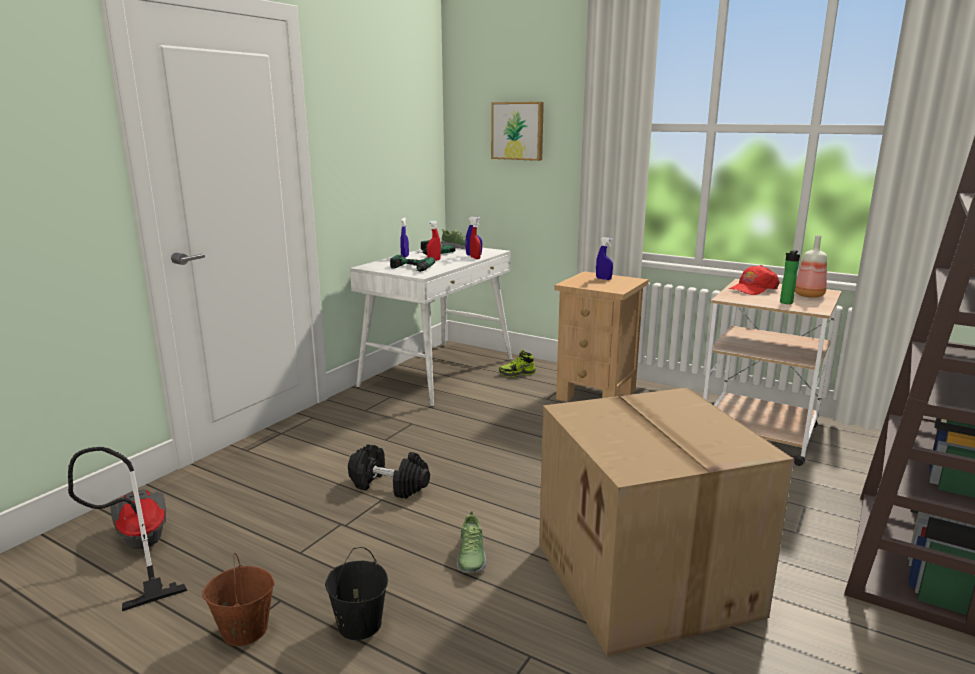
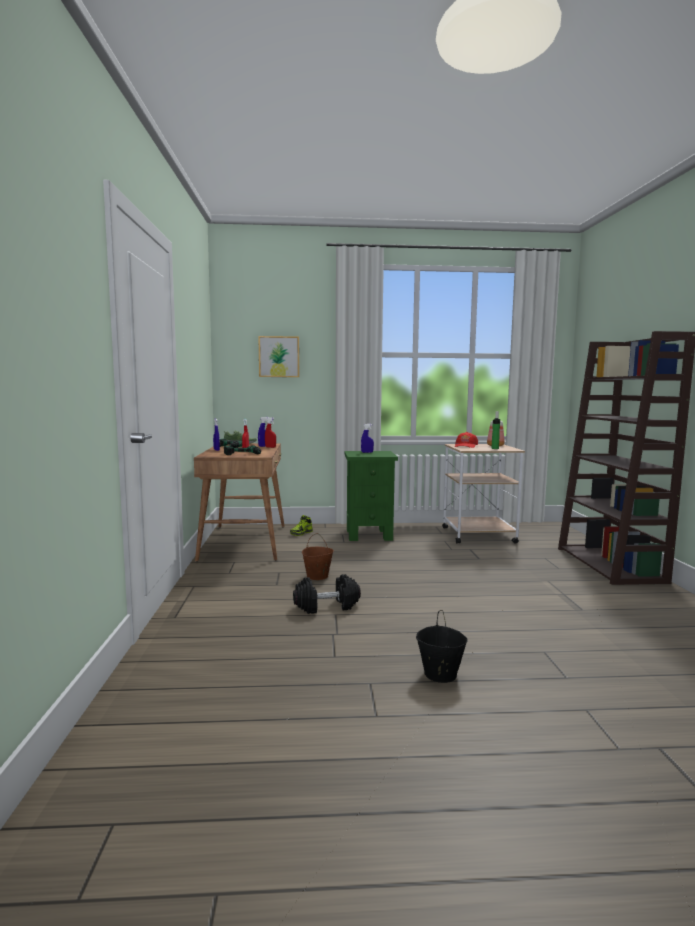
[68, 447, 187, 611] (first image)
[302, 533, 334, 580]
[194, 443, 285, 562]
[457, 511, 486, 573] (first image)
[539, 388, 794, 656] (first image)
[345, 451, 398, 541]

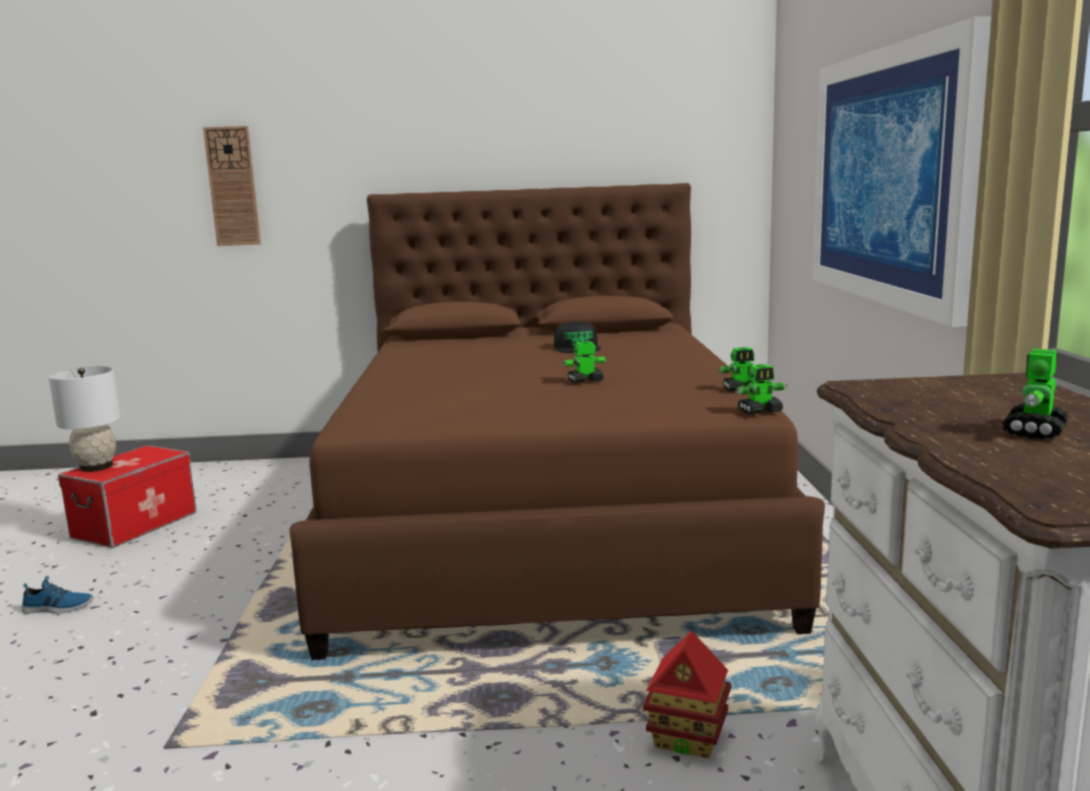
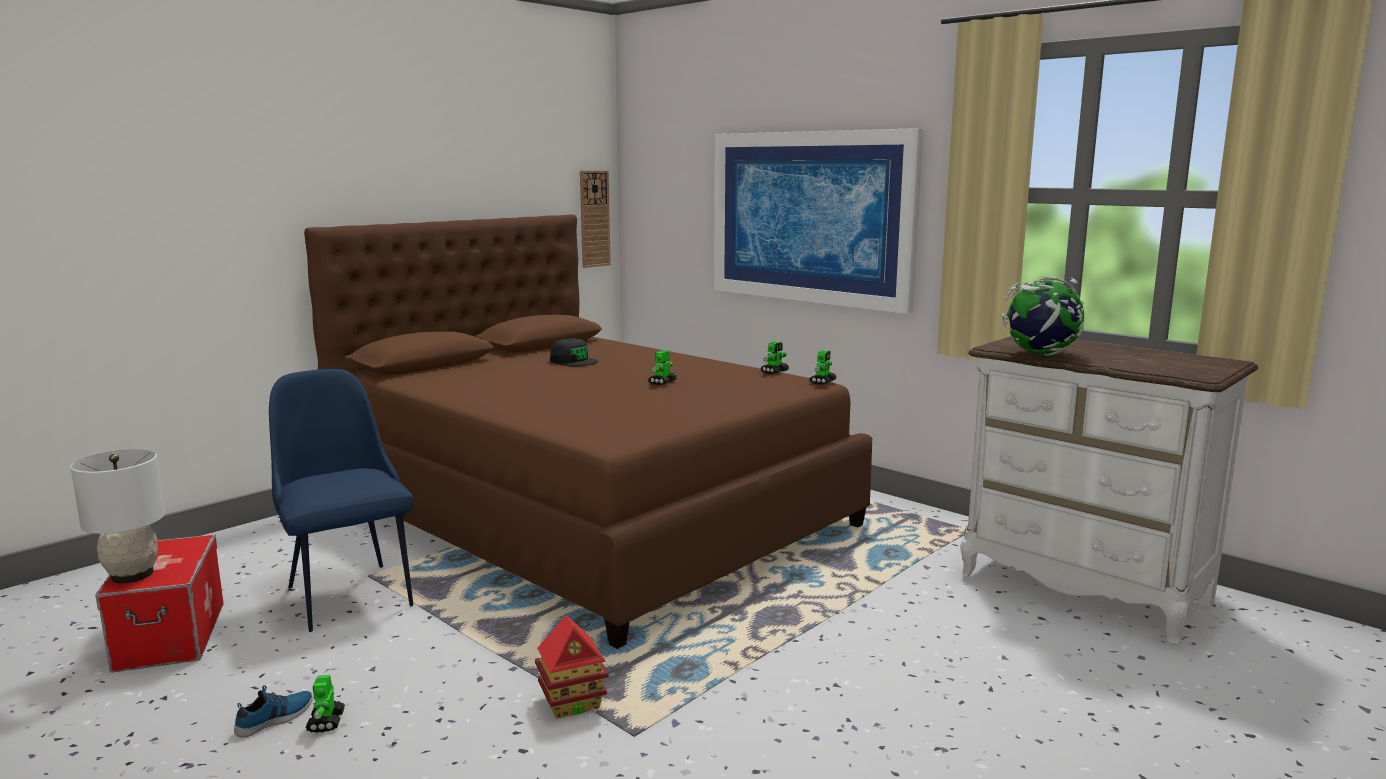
[580, 171, 611, 268]
[535, 615, 609, 719]
[305, 675, 345, 733]
[269, 369, 414, 632]
[1002, 277, 1085, 356]

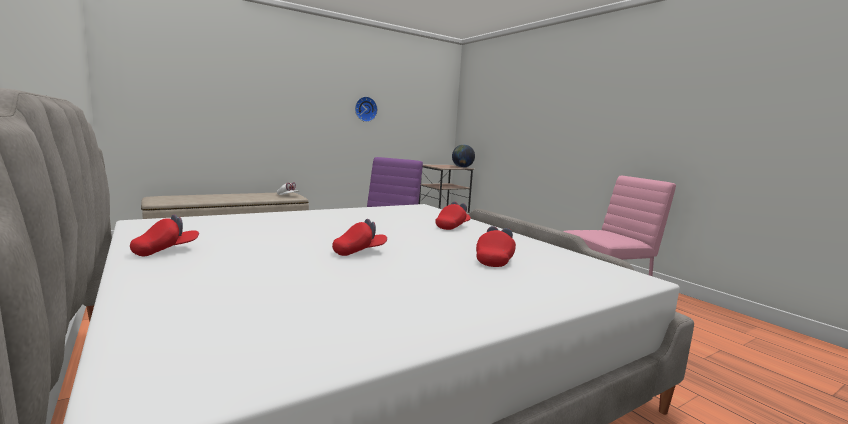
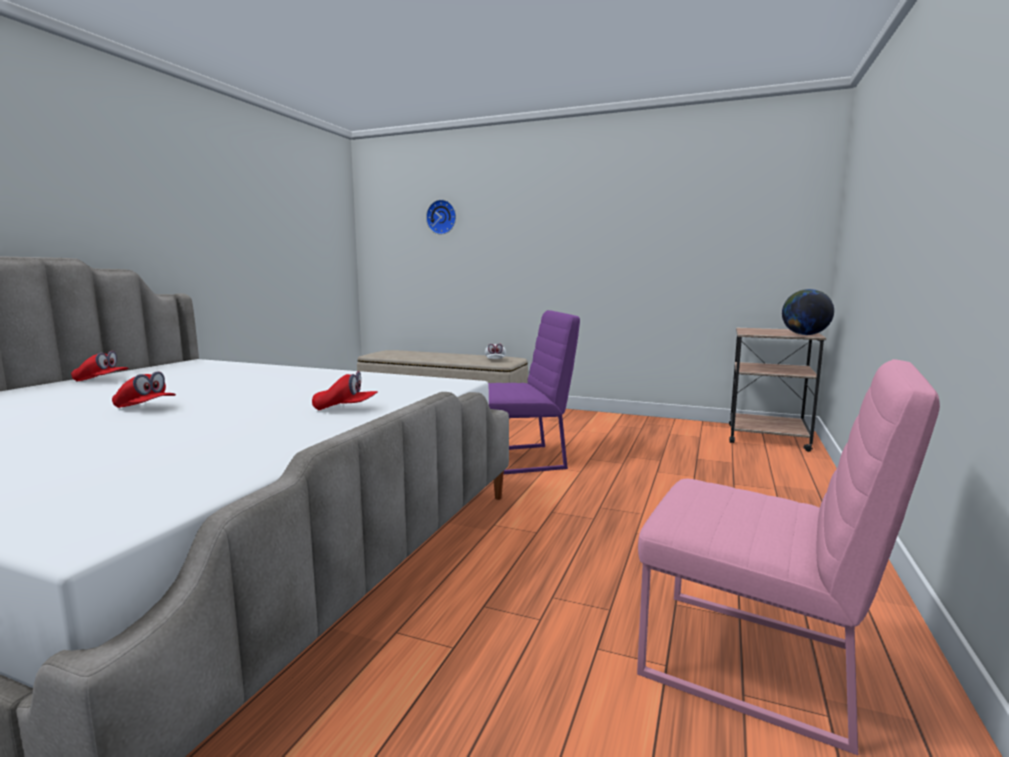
[426, 200, 456, 235]
[476, 226, 516, 267] (first image)

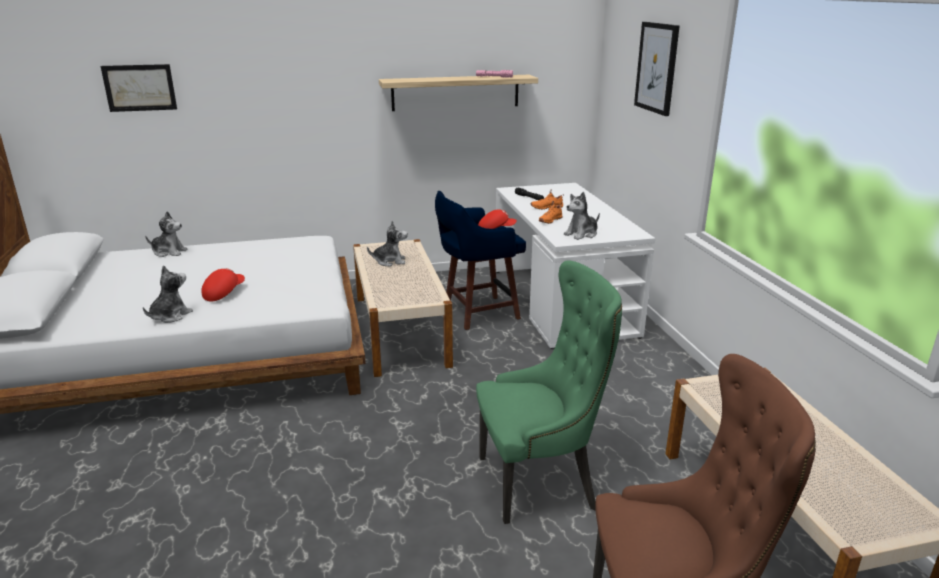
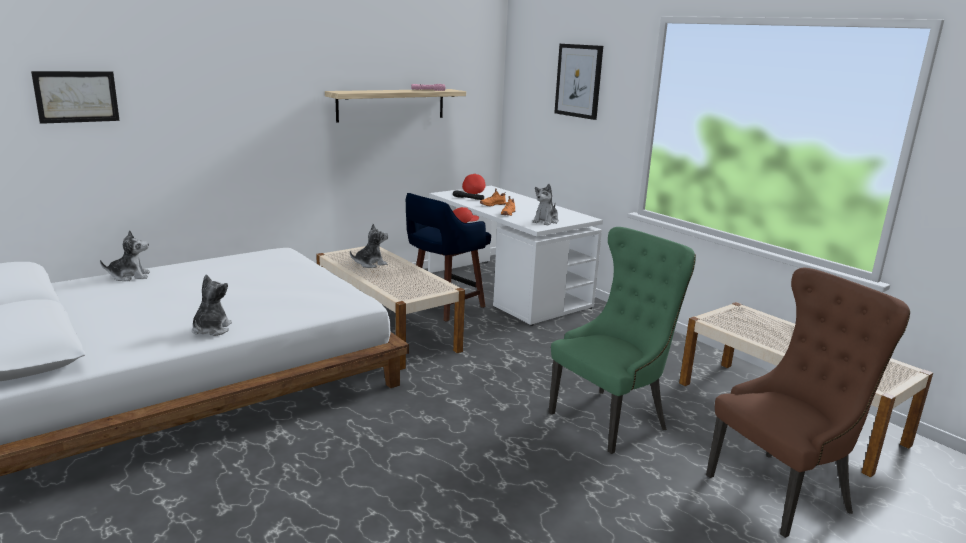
[462, 174, 486, 194]

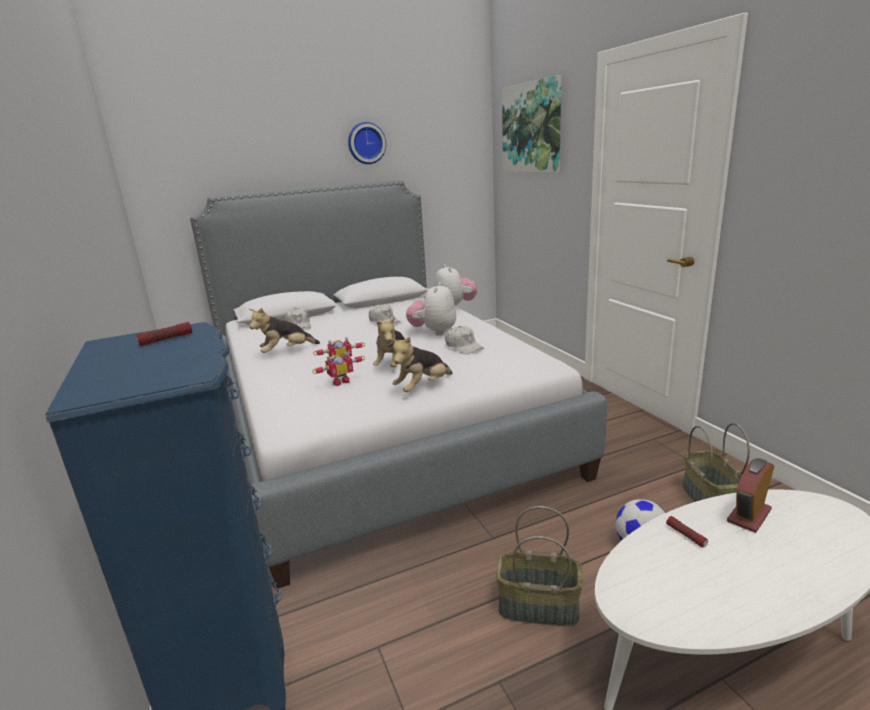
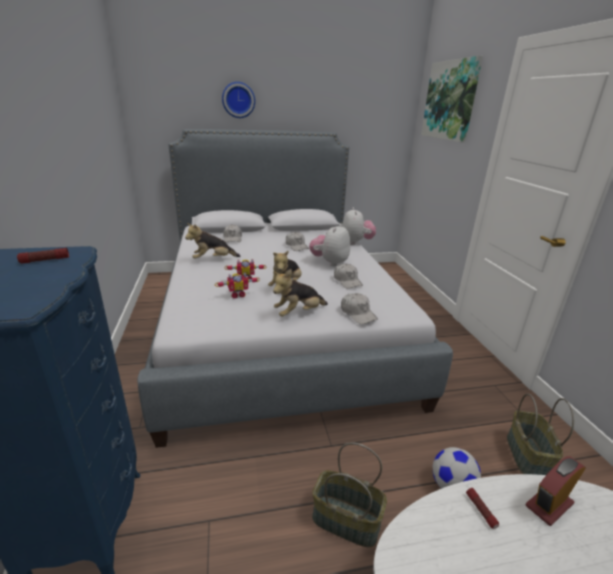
[222, 82, 255, 118]
[341, 293, 378, 324]

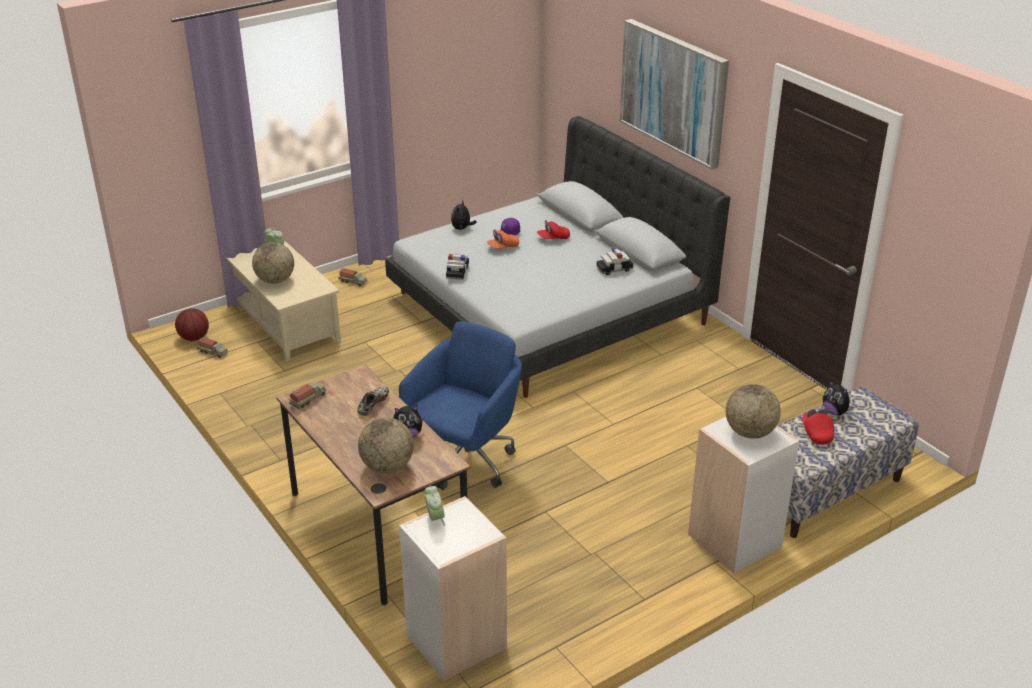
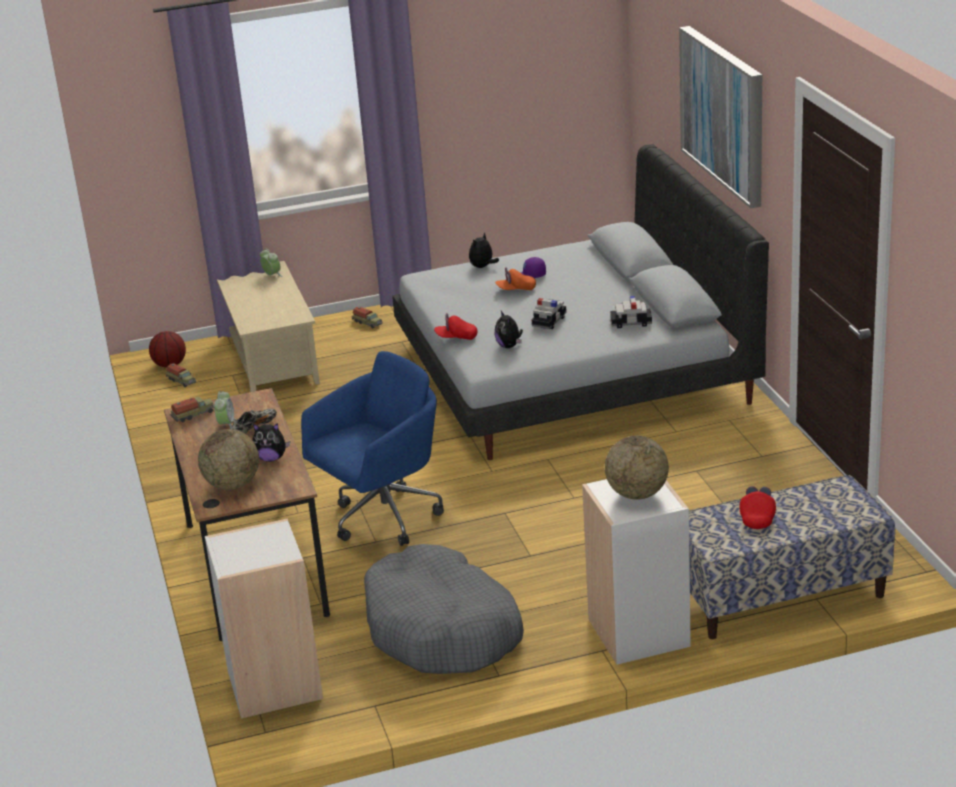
[252, 242, 294, 284] (first image)
[214, 391, 236, 429]
[532, 298, 567, 329]
[434, 313, 478, 340]
[494, 311, 523, 348]
[364, 544, 524, 674]

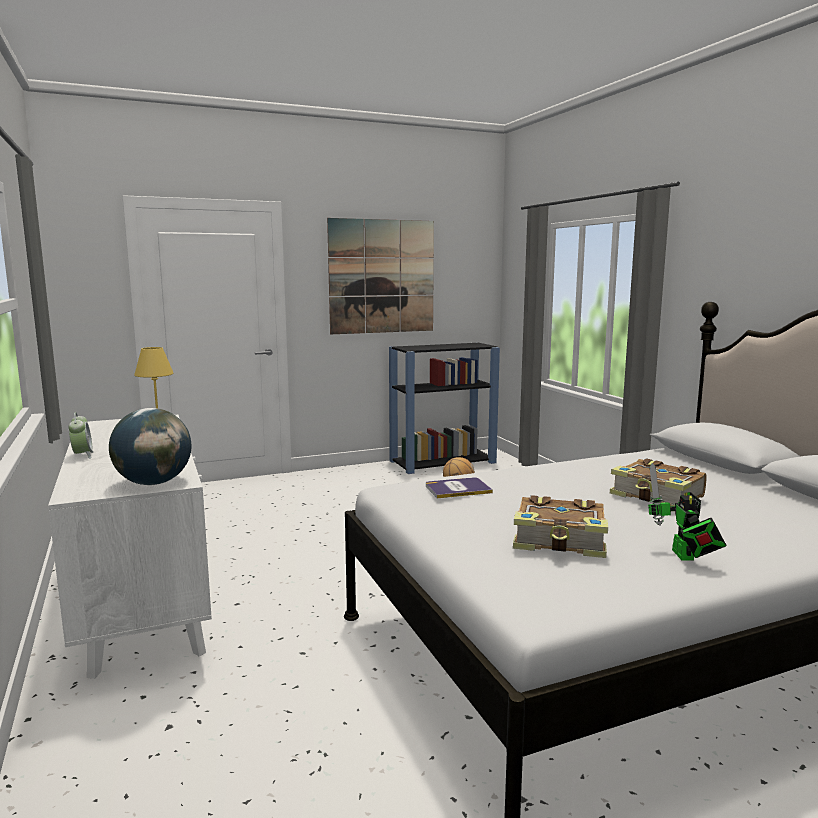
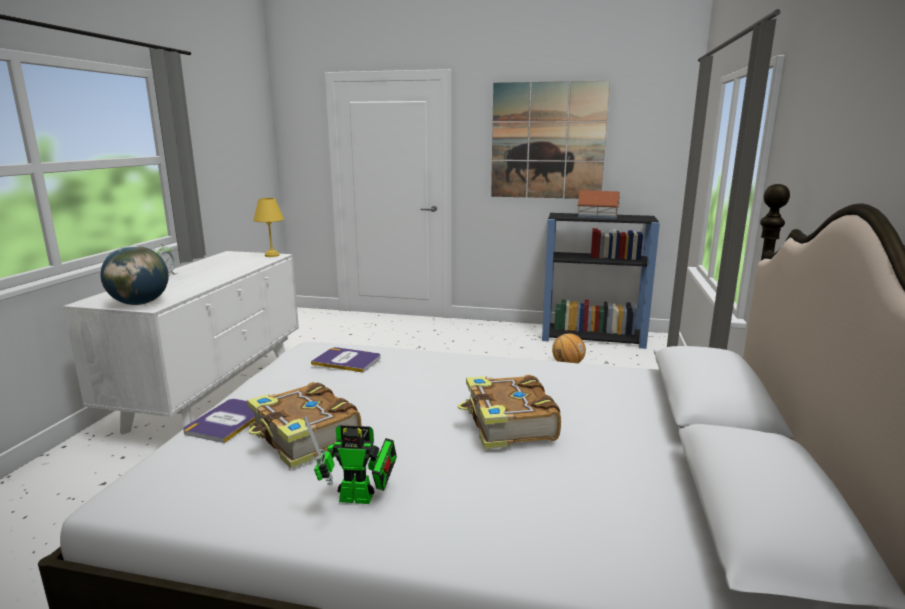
[304, 416, 397, 504]
[183, 399, 255, 443]
[577, 190, 620, 219]

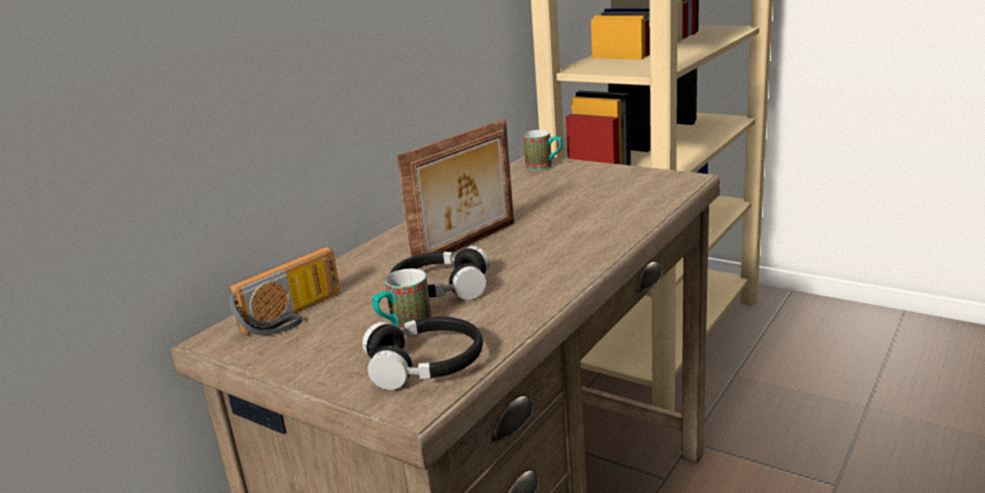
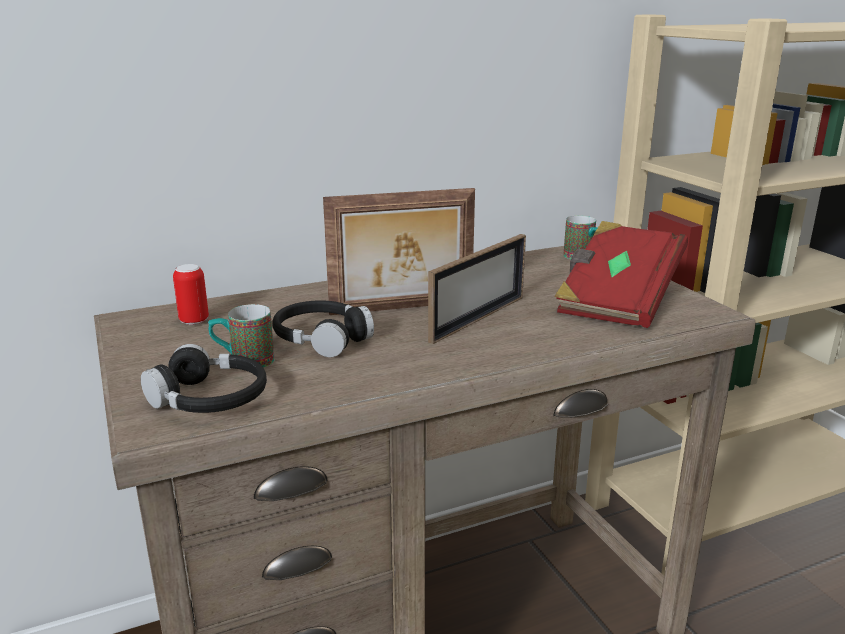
[173, 264, 209, 325]
[428, 234, 526, 344]
[554, 221, 688, 328]

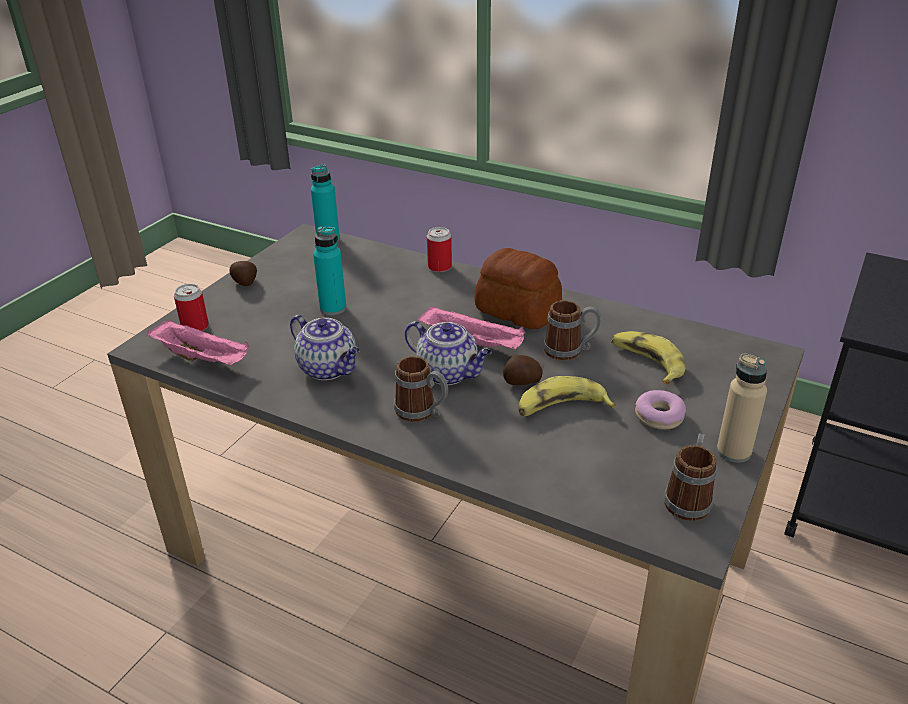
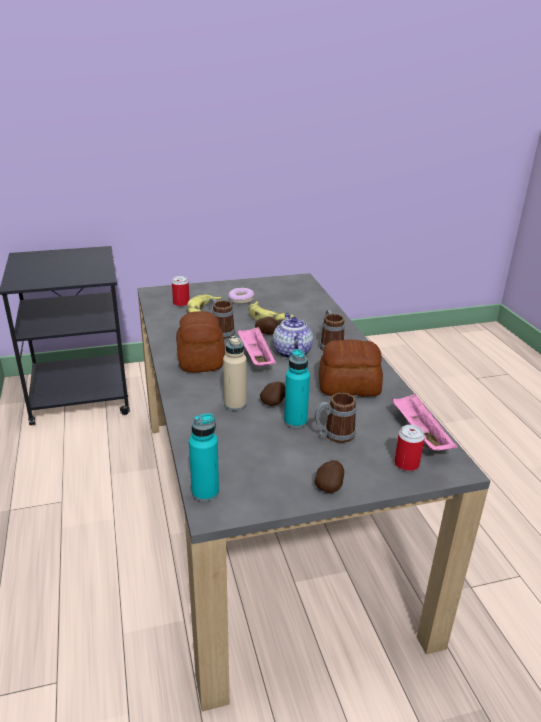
[319, 339, 383, 397]
[172, 276, 190, 307]
[315, 393, 356, 443]
[223, 336, 247, 411]
[260, 382, 285, 406]

